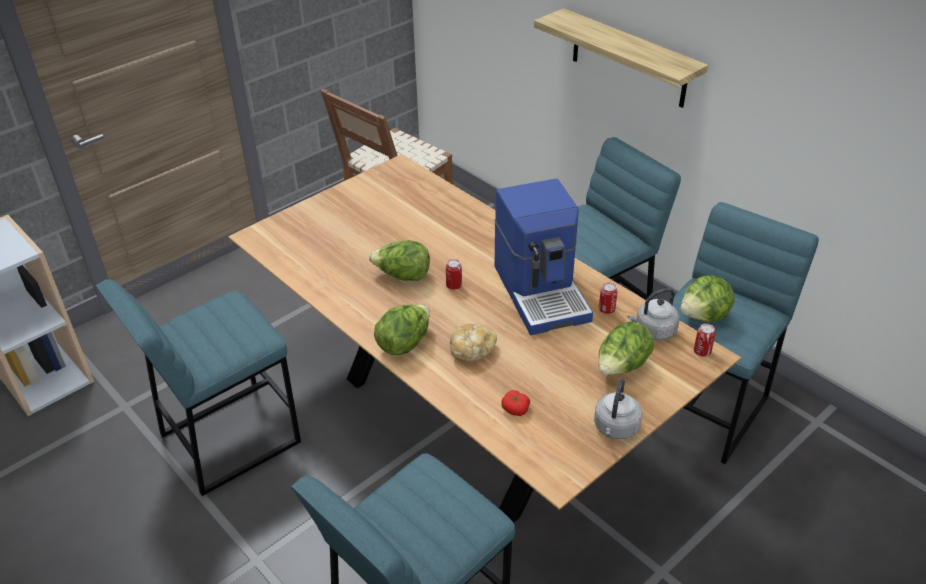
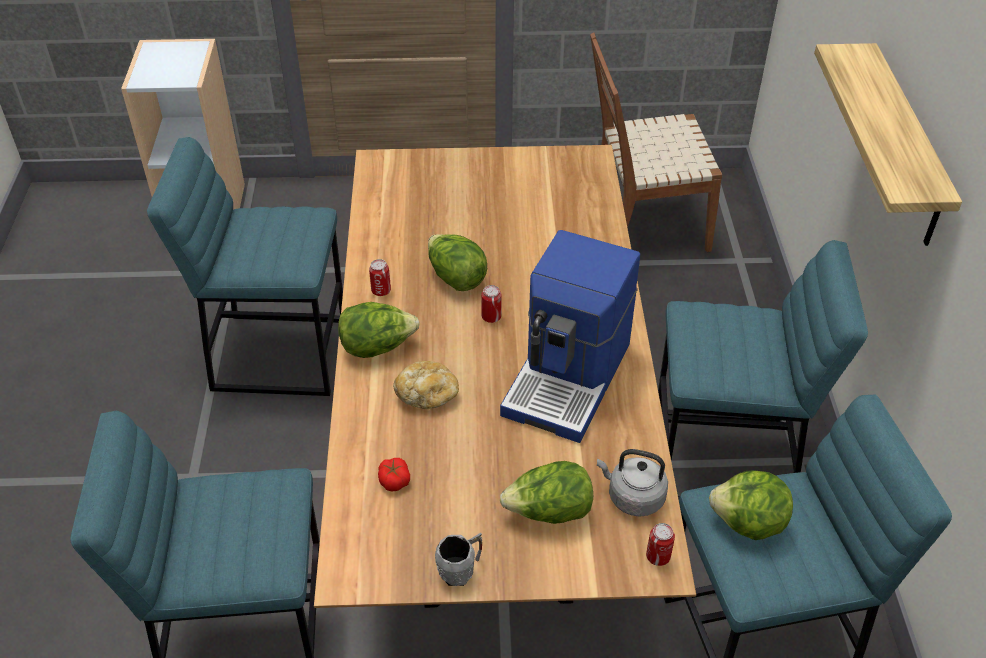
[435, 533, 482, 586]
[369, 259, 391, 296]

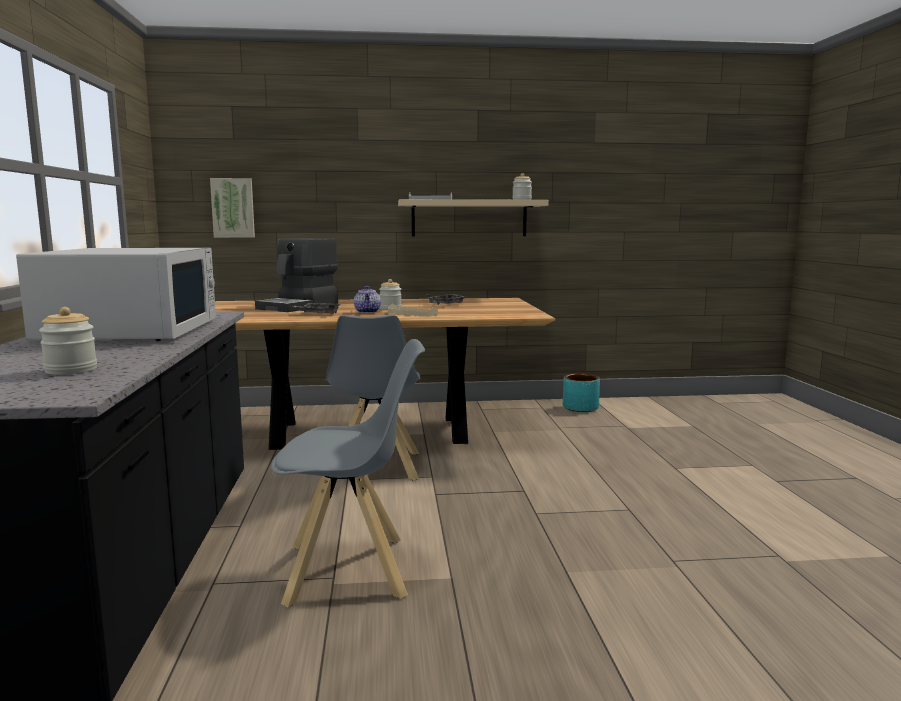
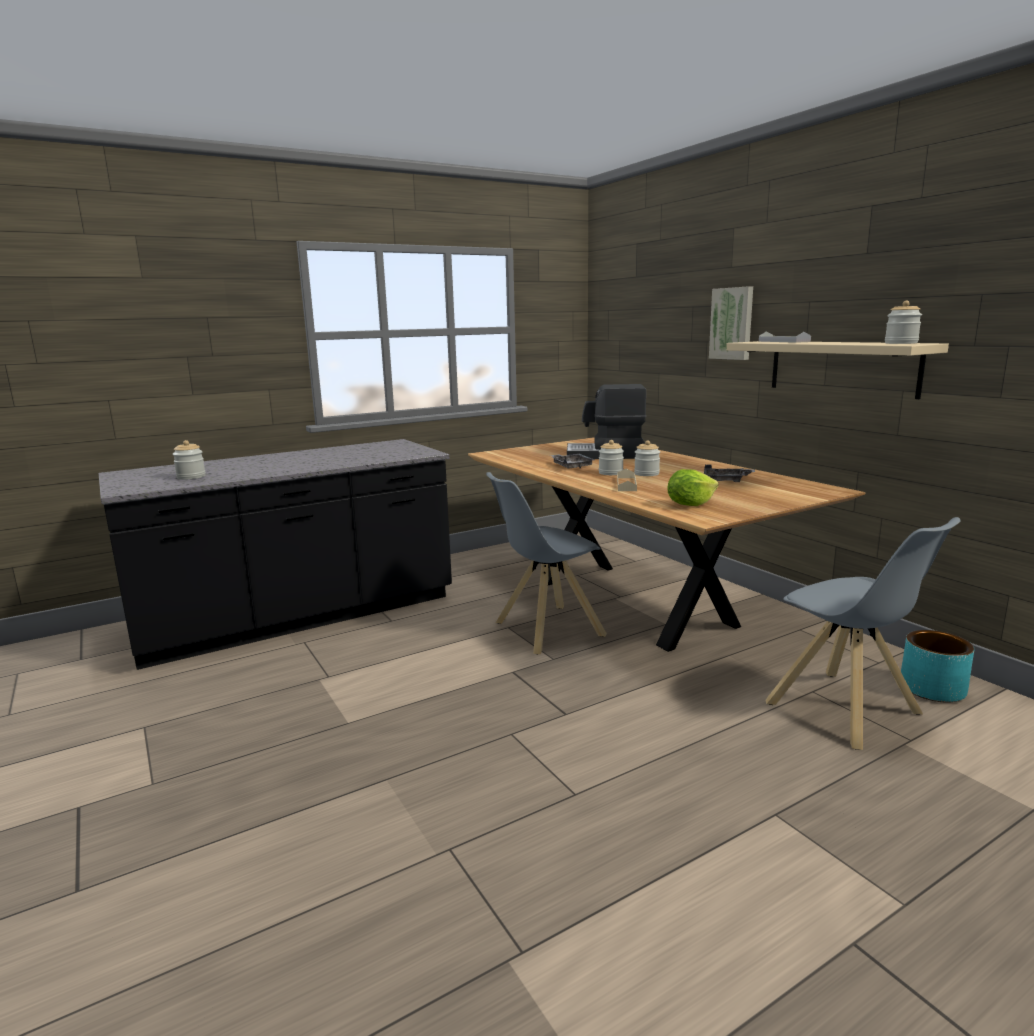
[16, 248, 216, 341] (first image)
[709, 286, 753, 360]
[765, 517, 961, 750]
[599, 440, 624, 475]
[667, 469, 719, 506]

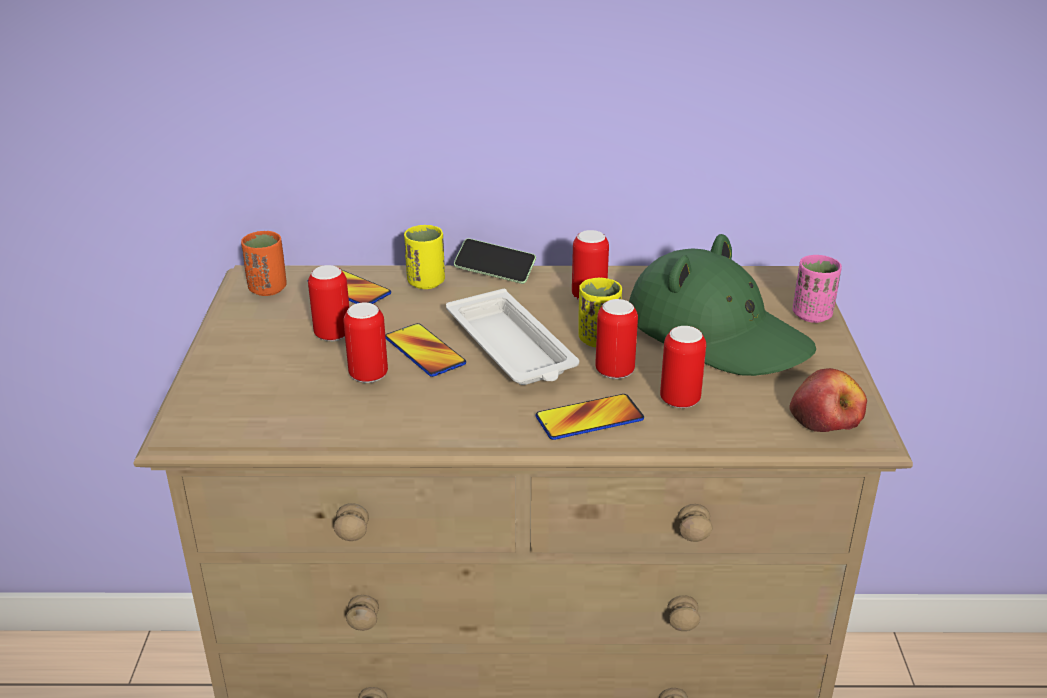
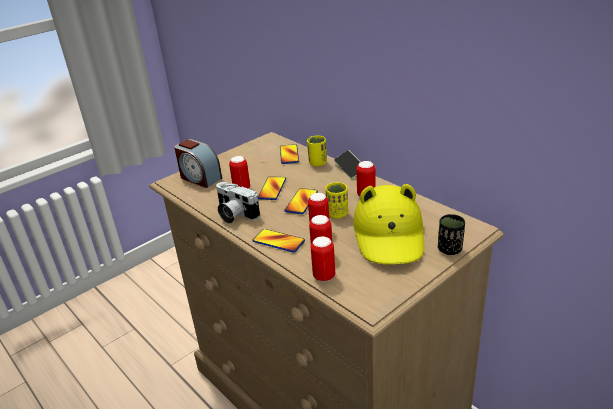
[241, 231, 287, 296] (first image)
[311, 237, 335, 282]
[284, 188, 318, 214]
[353, 184, 424, 265]
[789, 368, 867, 432] (first image)
[438, 214, 465, 255]
[174, 139, 222, 188]
[216, 182, 260, 224]

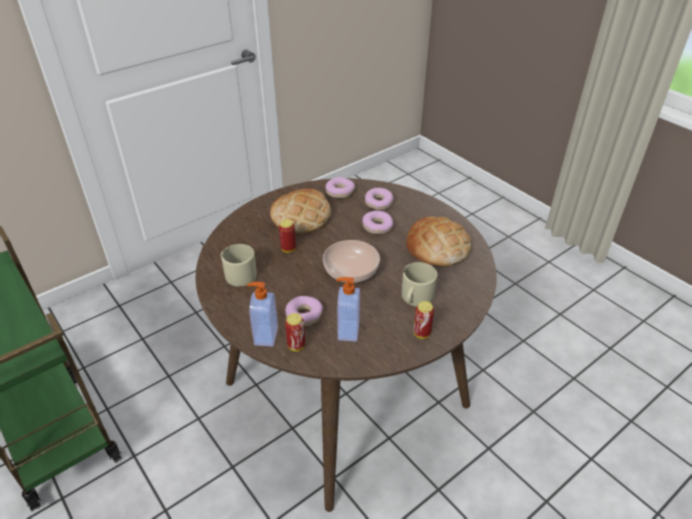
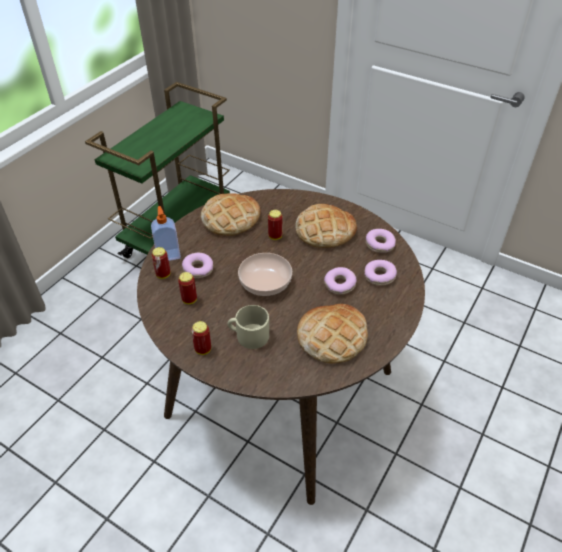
[201, 193, 260, 236]
[178, 272, 197, 304]

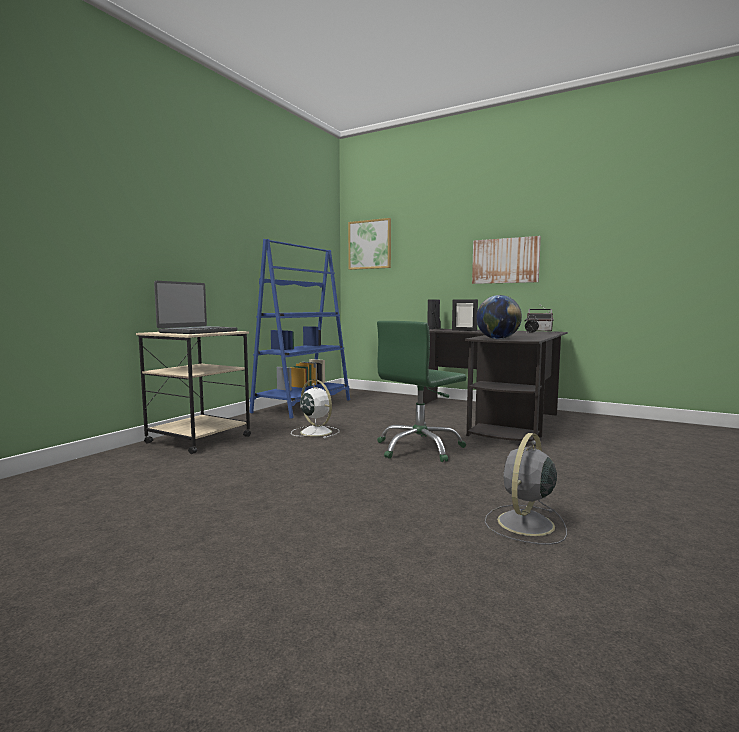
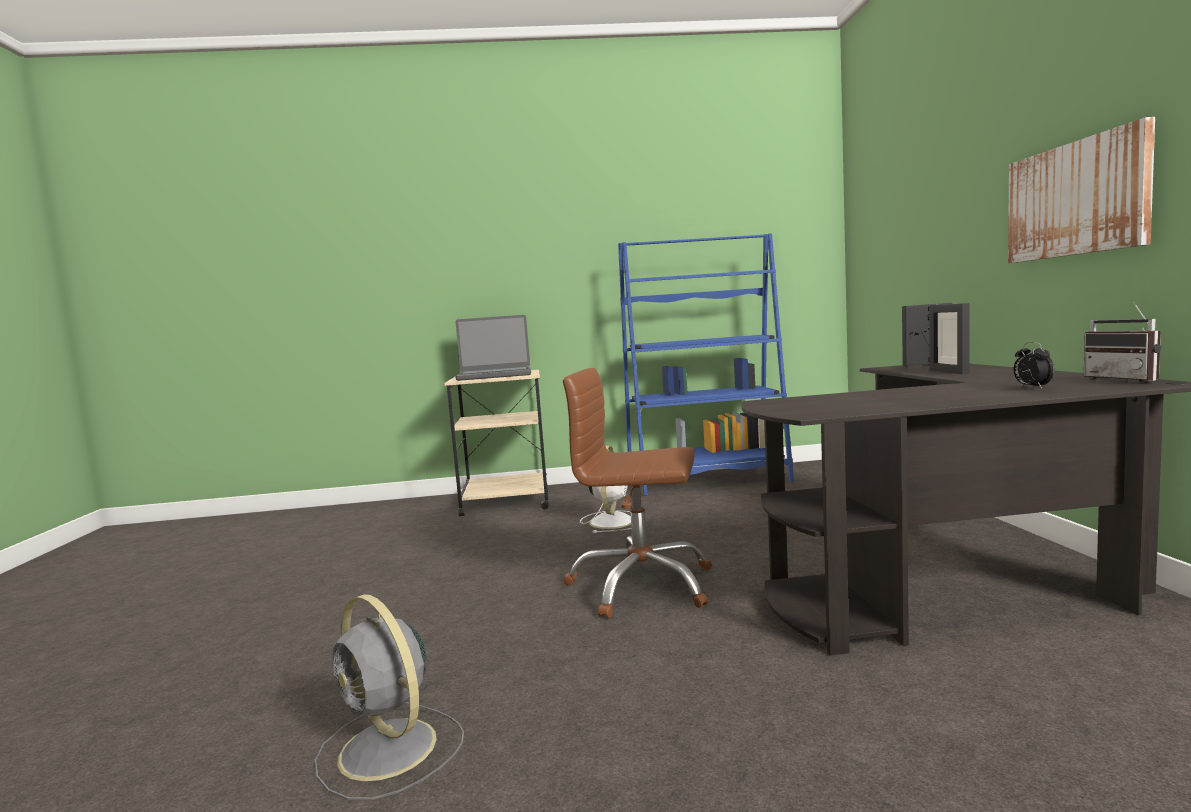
[348, 218, 391, 270] (first image)
[563, 368, 712, 618]
[476, 295, 522, 339] (first image)
[315, 594, 464, 800]

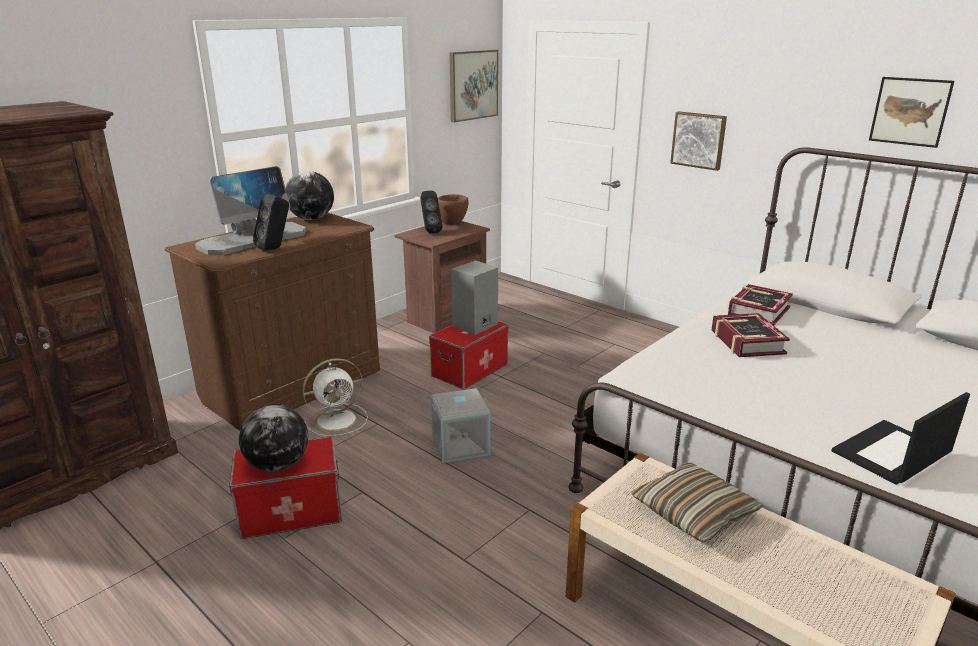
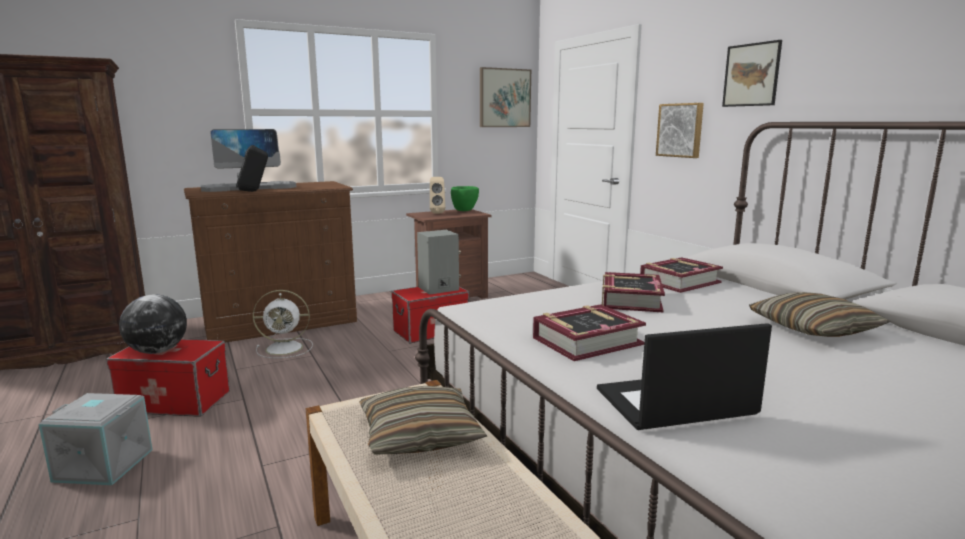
[285, 171, 334, 220] (first image)
[430, 177, 445, 214]
[39, 393, 152, 485]
[451, 186, 479, 211]
[722, 40, 782, 107]
[533, 304, 646, 361]
[749, 292, 891, 337]

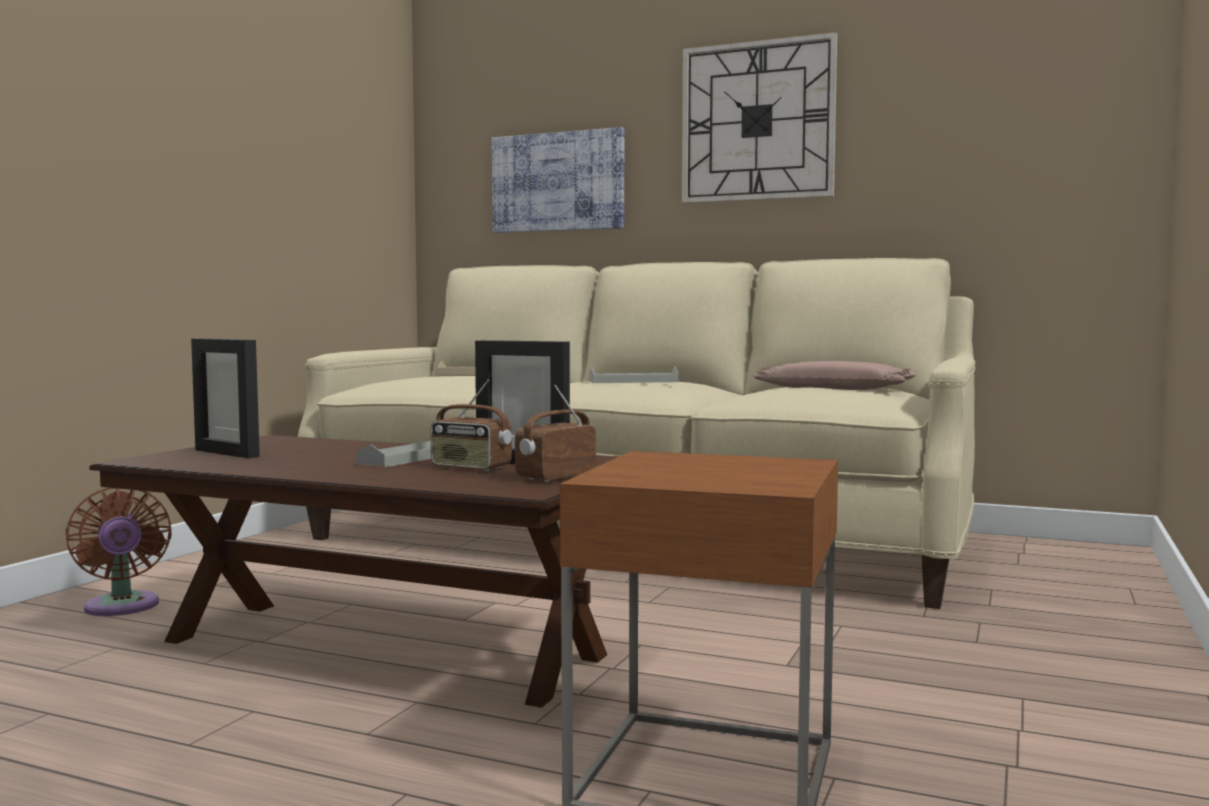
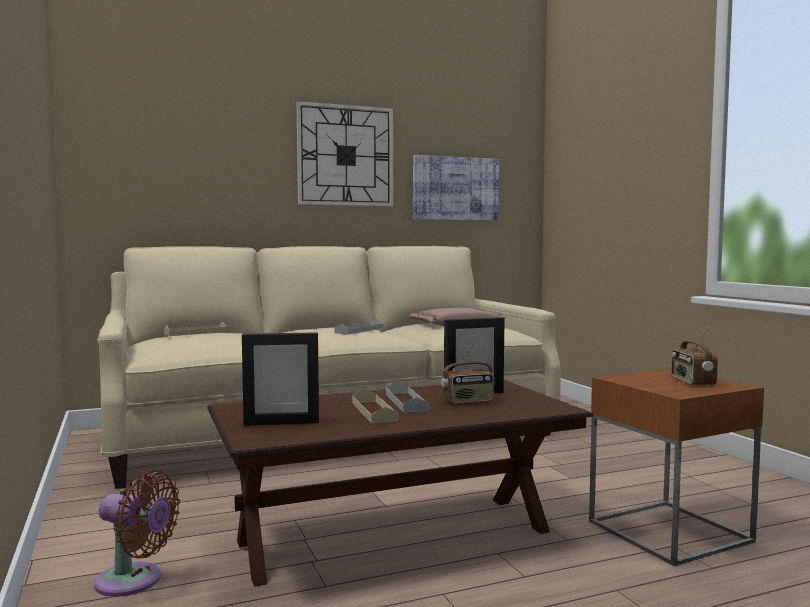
[413, 155, 499, 221]
[671, 326, 718, 386]
[352, 389, 398, 423]

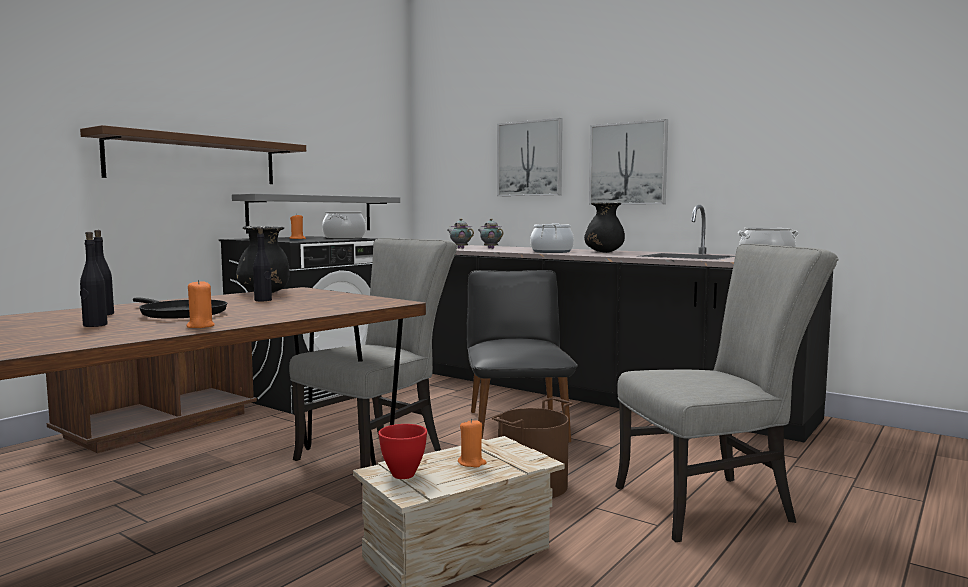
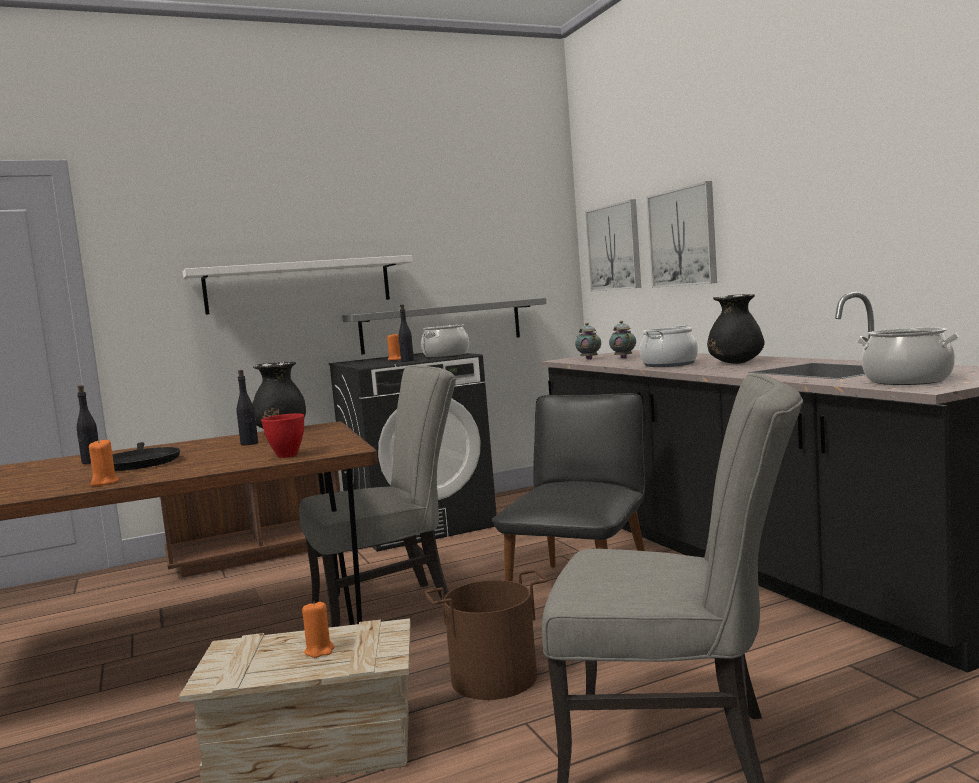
[183, 255, 413, 315]
[399, 305, 414, 362]
[261, 413, 304, 458]
[585, 199, 641, 292]

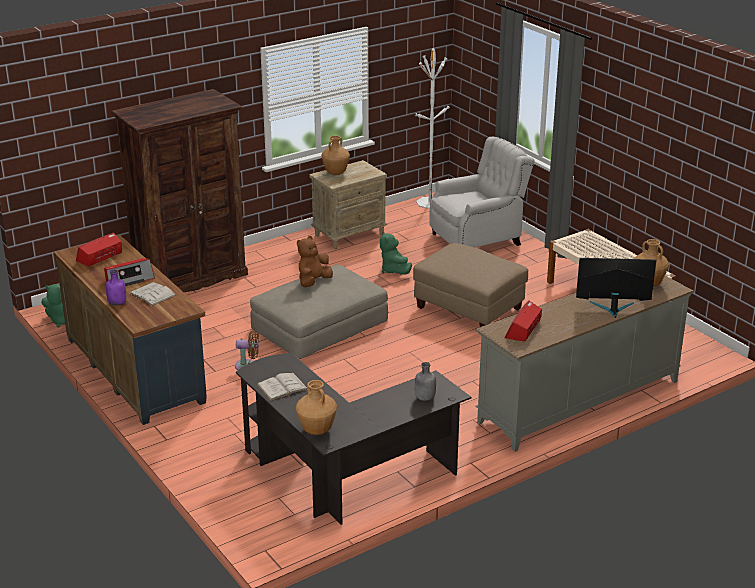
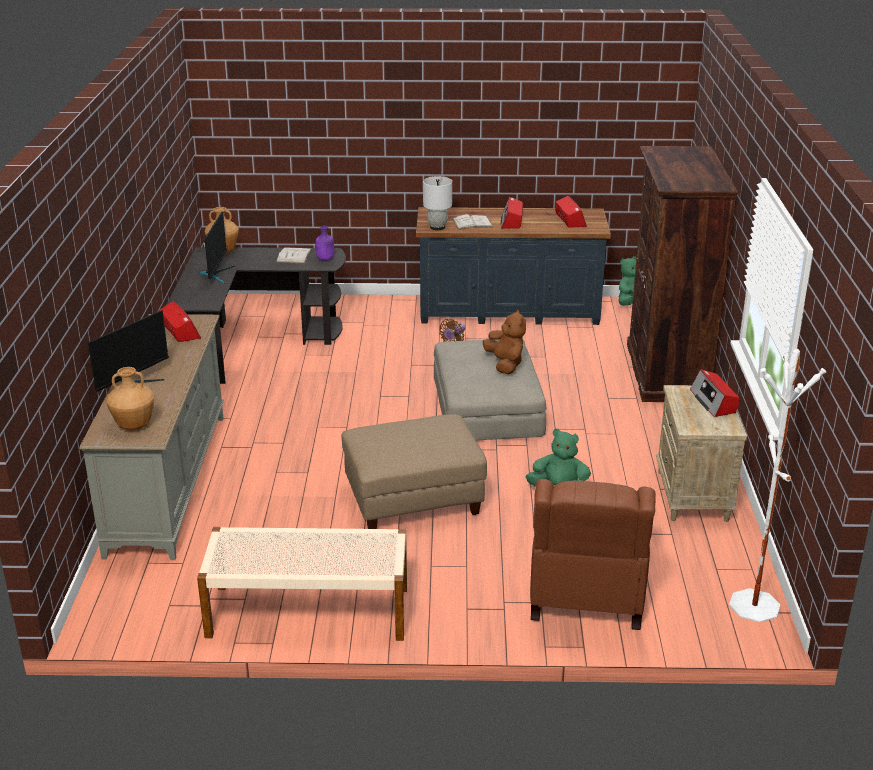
[315, 226, 334, 261]
[690, 369, 739, 417]
[415, 362, 436, 401] (first image)
[530, 479, 656, 630]
[200, 211, 235, 283]
[423, 176, 452, 230]

